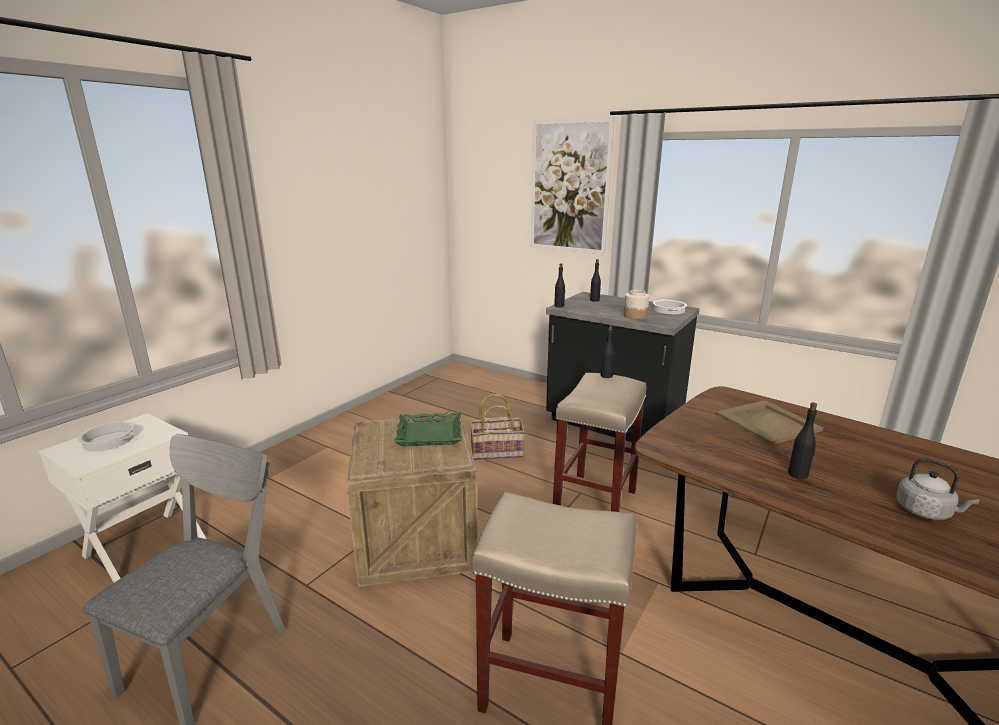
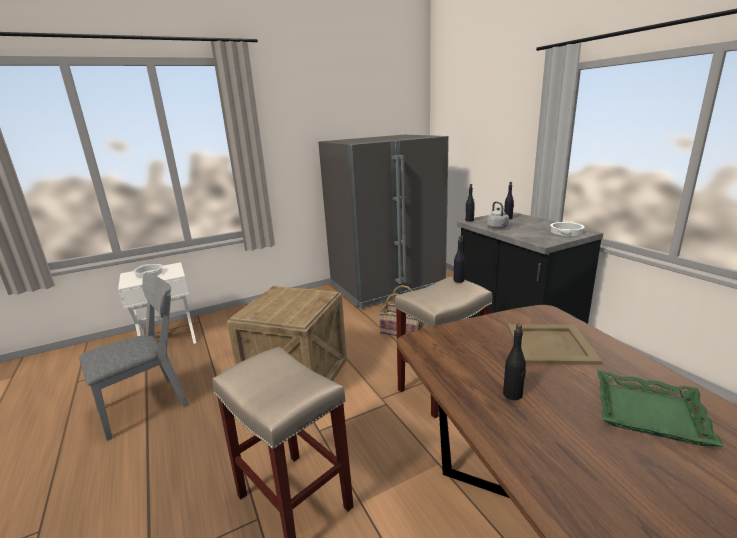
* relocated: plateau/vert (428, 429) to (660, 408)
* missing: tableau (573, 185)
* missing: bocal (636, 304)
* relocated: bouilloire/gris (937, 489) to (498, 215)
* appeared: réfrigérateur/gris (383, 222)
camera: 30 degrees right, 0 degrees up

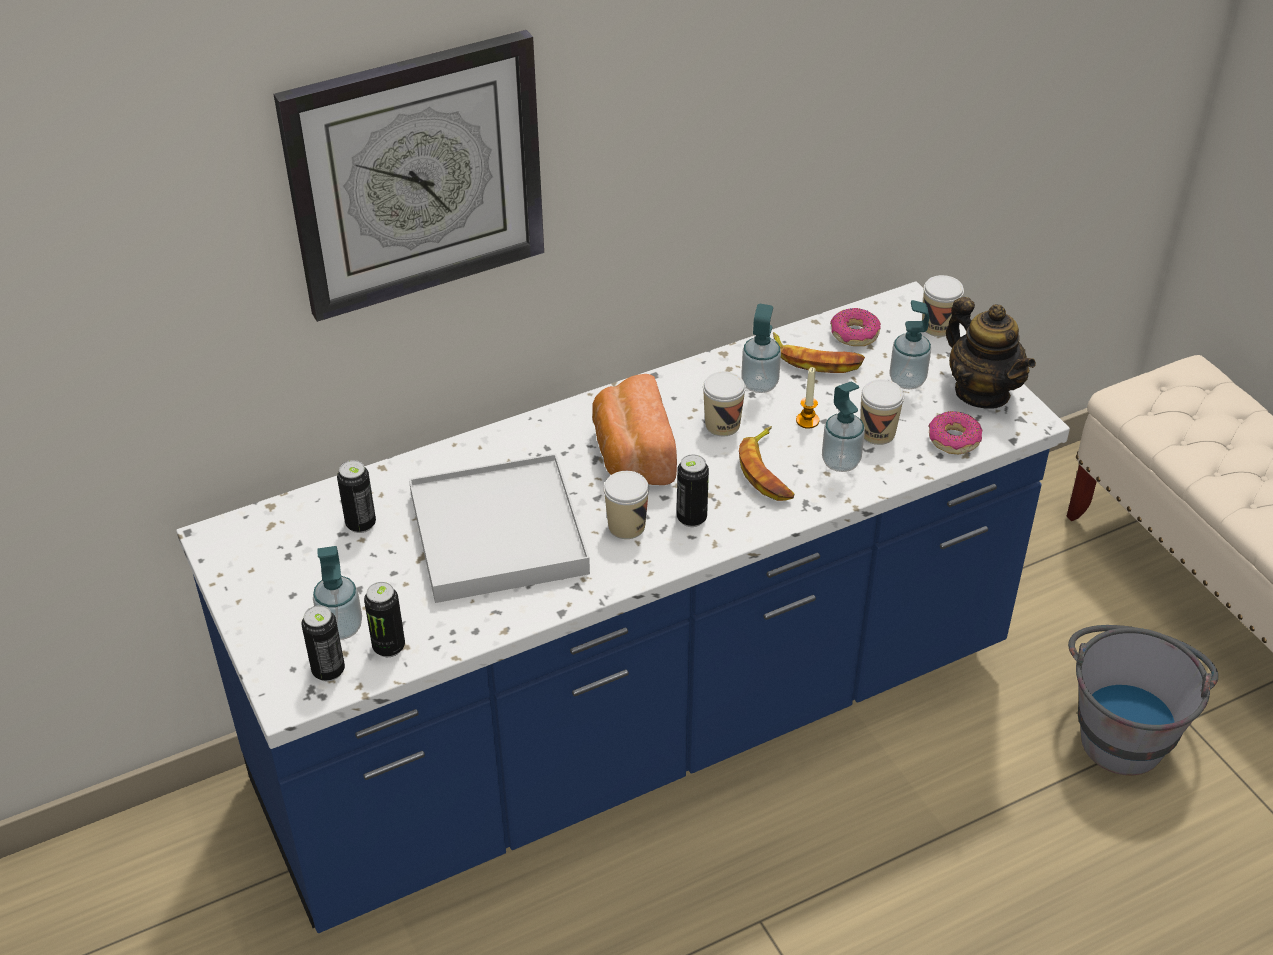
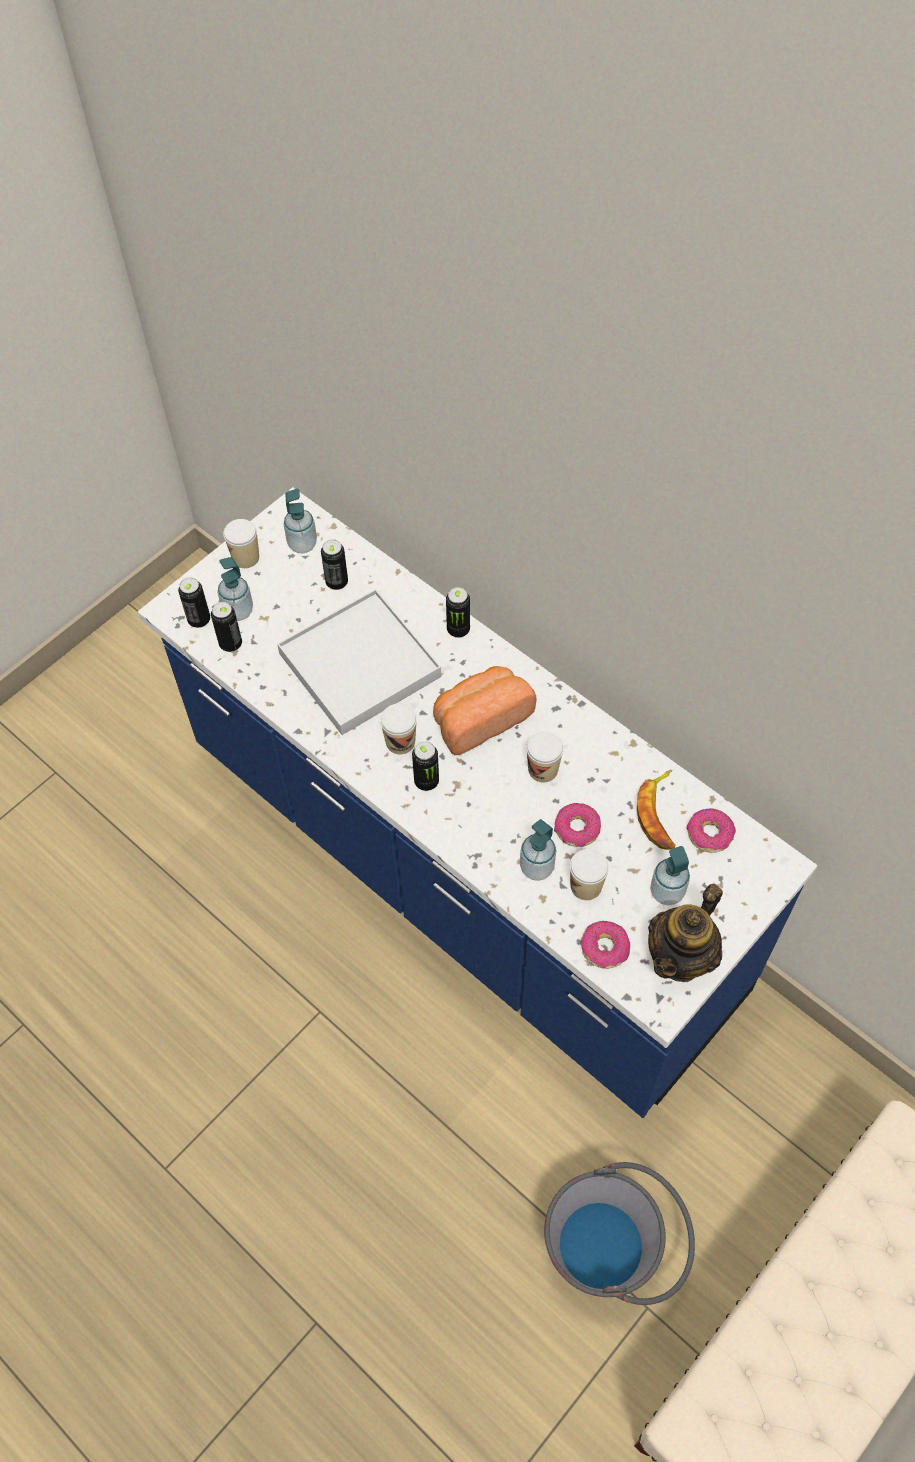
* missing: horloge murale (409, 176)
* missing: banane (766, 463)
* relocated: distributeur de savon (761, 348) to (300, 521)
* exchanged: bougie (807, 398) to beignet (577, 825)
* relocated: tasse (943, 306) to (241, 543)
* appeared: boîte métallique (458, 612)
camera: 70 degrees right, 15 degrees up

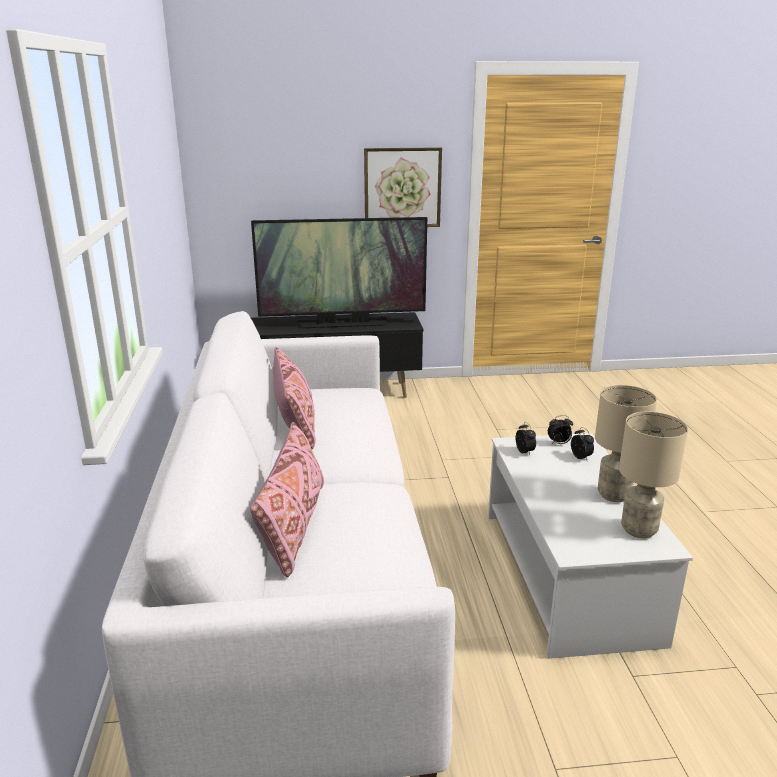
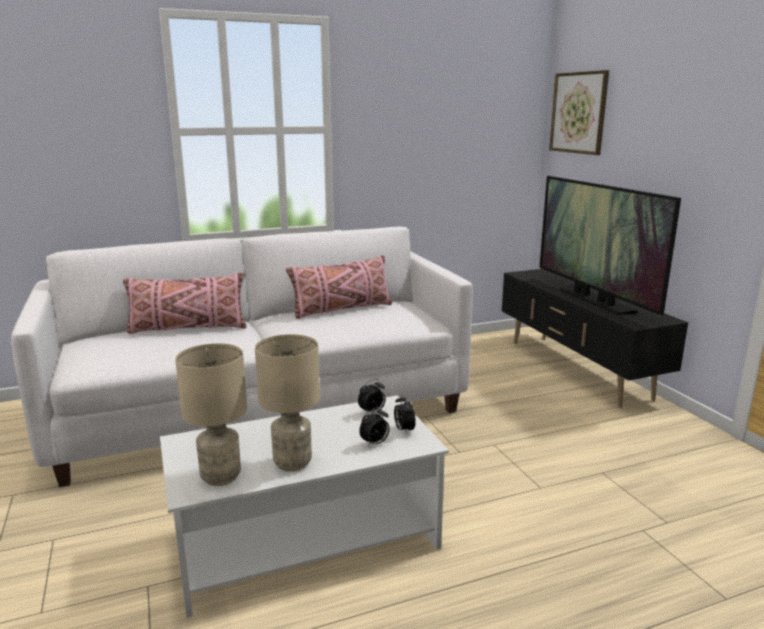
* relocated: tableau (403, 187) to (579, 112)
camera: 75 degrees right, 5 degrees down

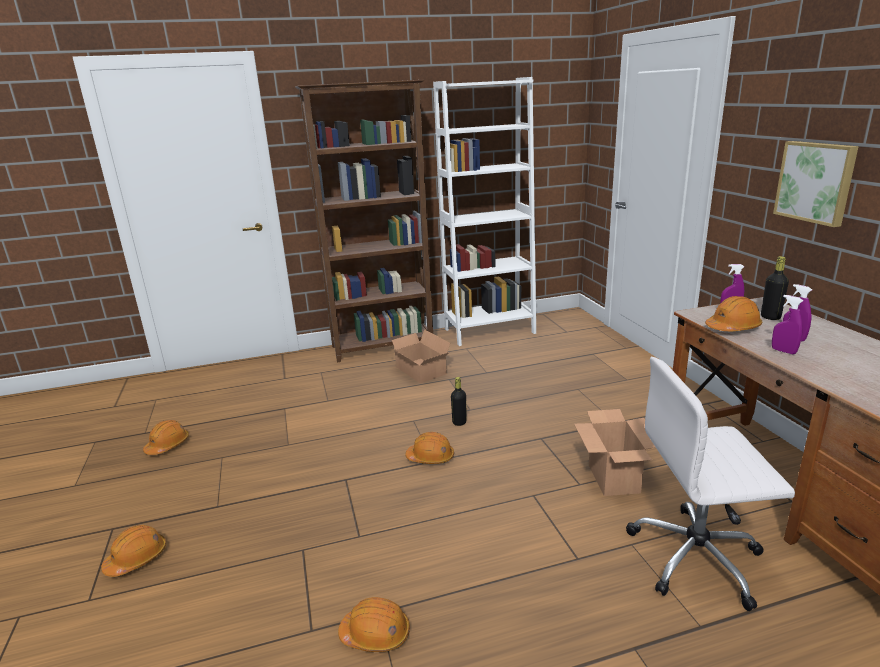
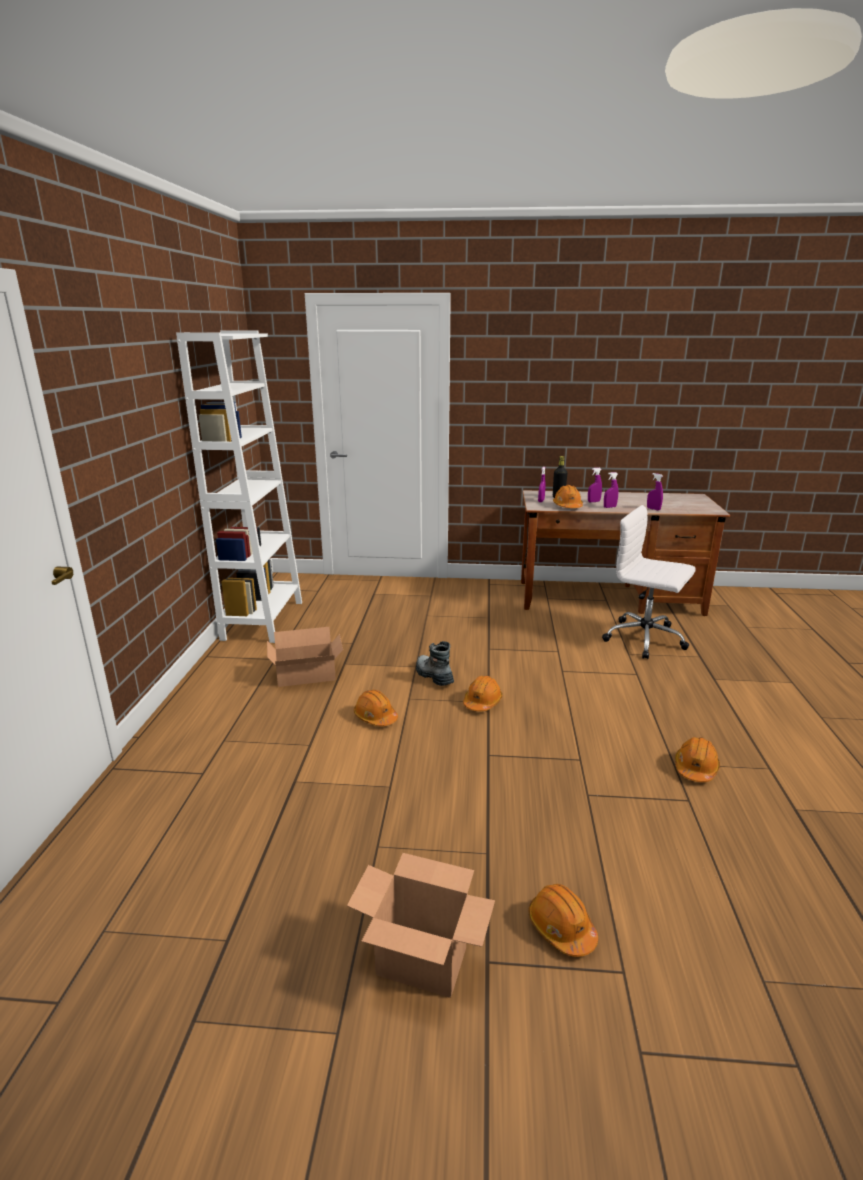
* relocated: casque de chantier/orange (166, 437) to (376, 708)
* missing: bibliothèque/marron (364, 221)
* exchanged: bouteille/noir (459, 401) to botte (435, 663)
* relocated: carton (615, 452) to (421, 925)
* spun: chaise de bureau/blanc (710, 484) = (649, 582) 105 degrees clockwise
* missing: tableau (816, 184)
* appeared: vaporisateur/violet (655, 491)
camera: 70 degrees left, 0 degrees up

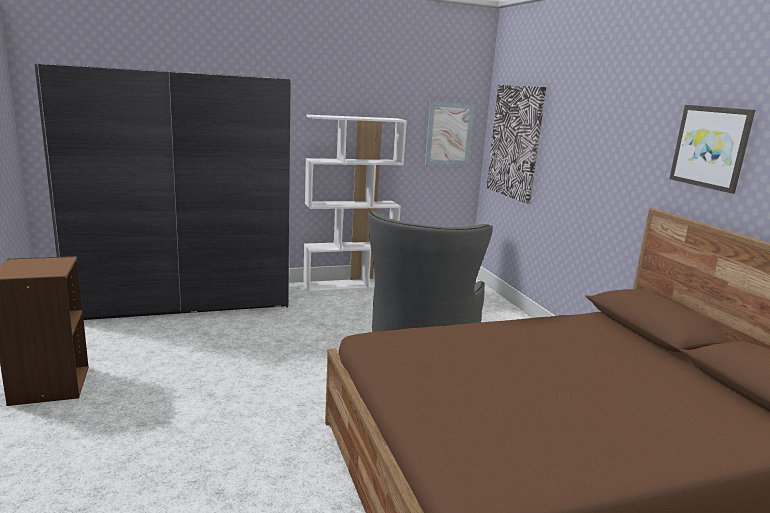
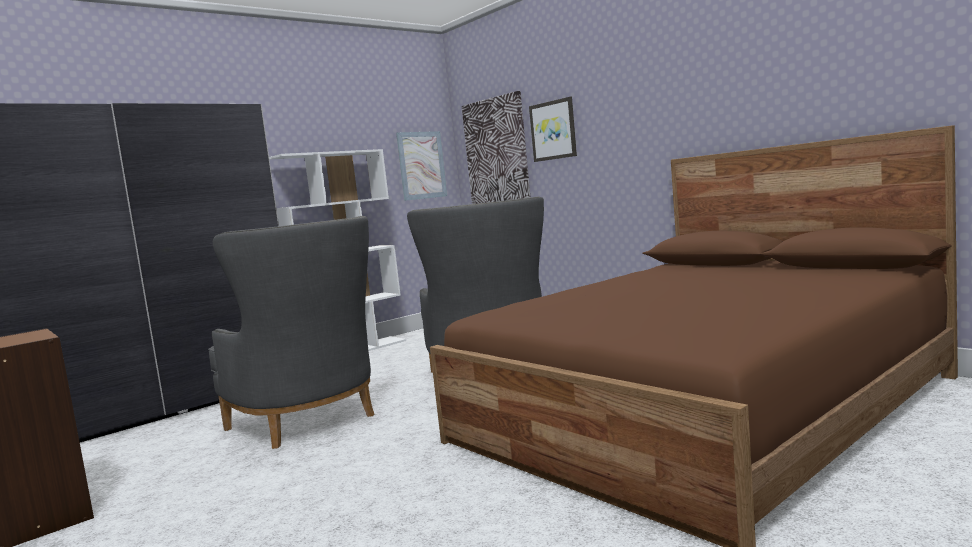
* relocated: tableau (712, 149) to (553, 129)
* appeared: fauteuil/gris (291, 332)
camera: 20 degrees left, 10 degrees down

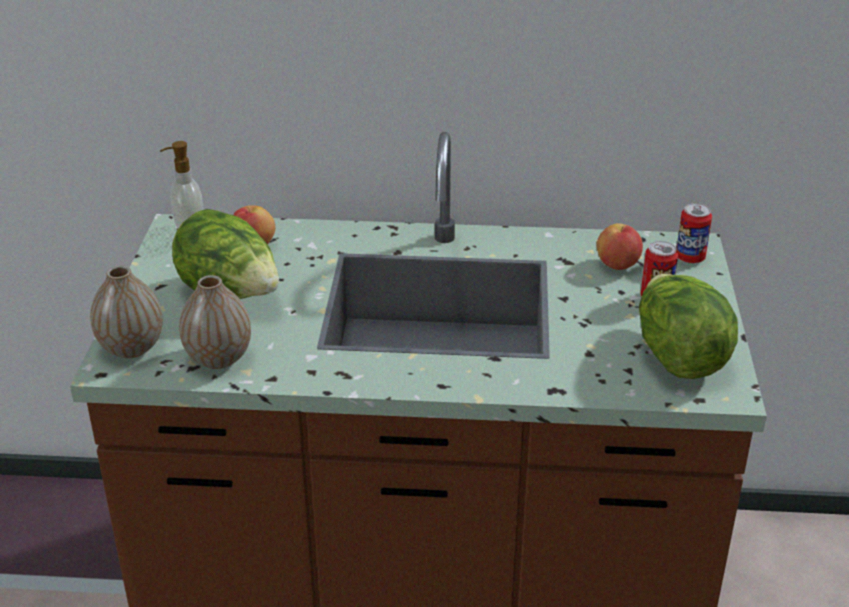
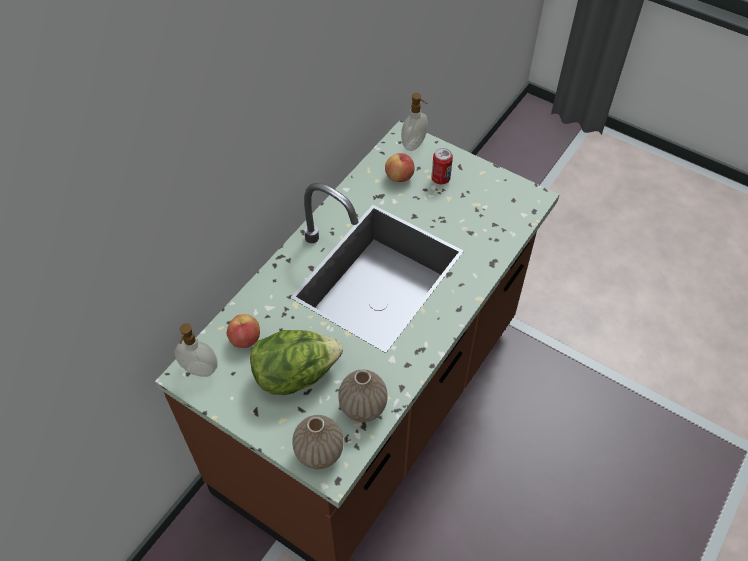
* missing: laitue (688, 326)
* exchanged: boîte métallique (694, 233) to distributeur de savon (414, 122)
camera: 60 degrees left, 20 degrees up

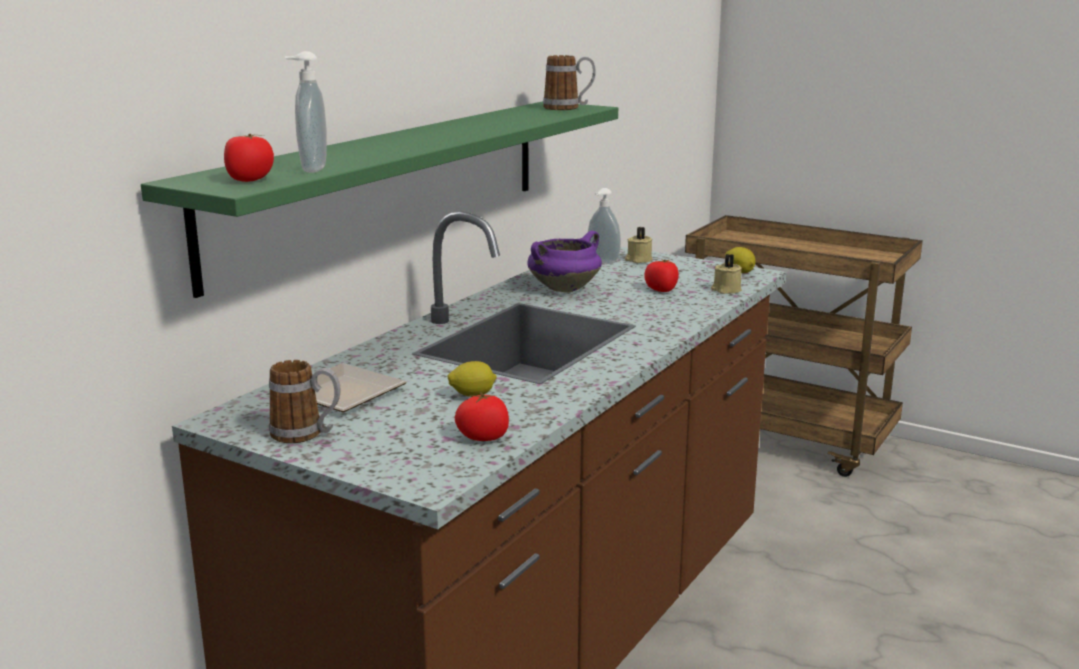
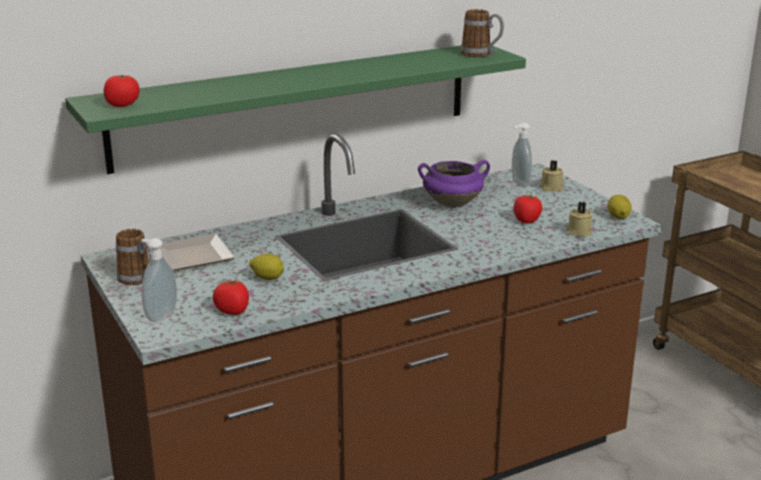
* relocated: distributeur de savon (306, 112) to (159, 280)
camera: 30 degrees right, 5 degrees up

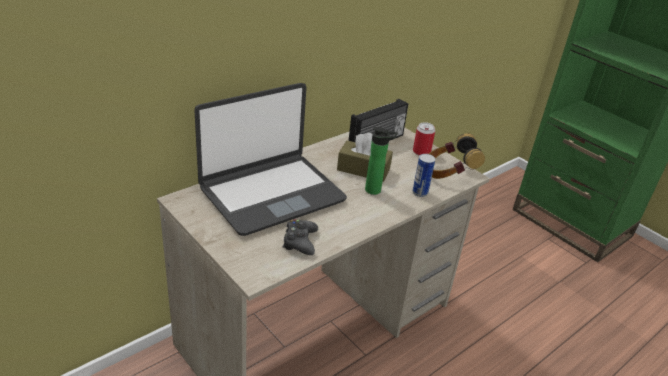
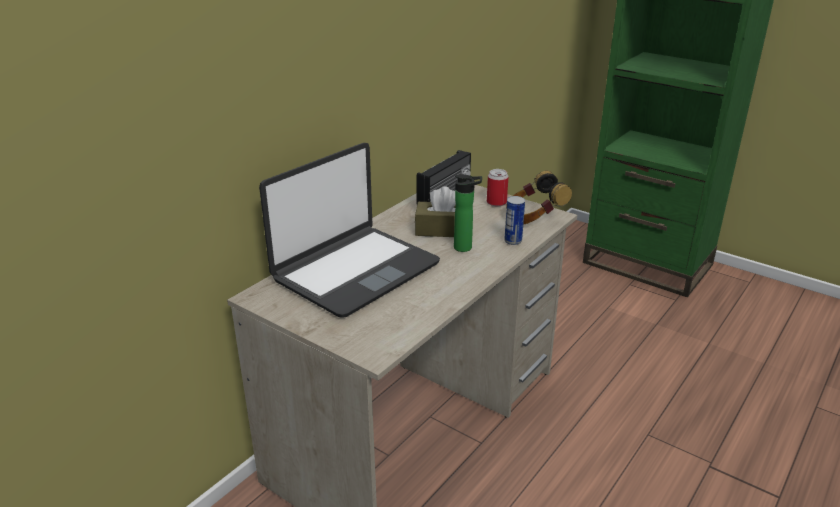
* missing: manette/noir (300, 237)
camera: 10 degrees left, 5 degrees down

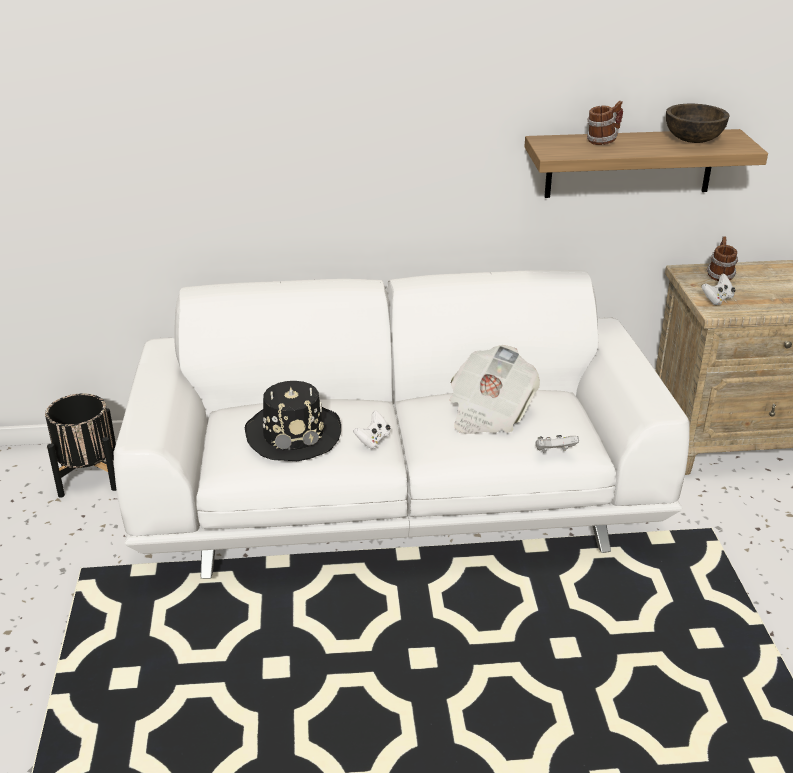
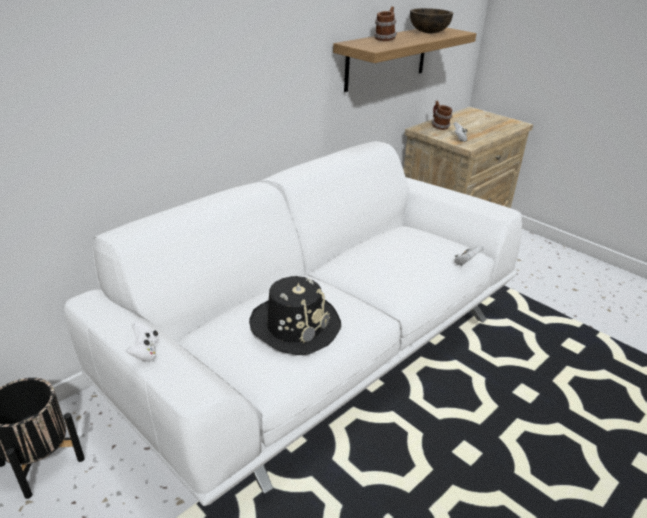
* relocated: manette/blanc (372, 429) to (142, 341)
* missing: journal (495, 389)
camera: 40 degrees left, 0 degrees up

